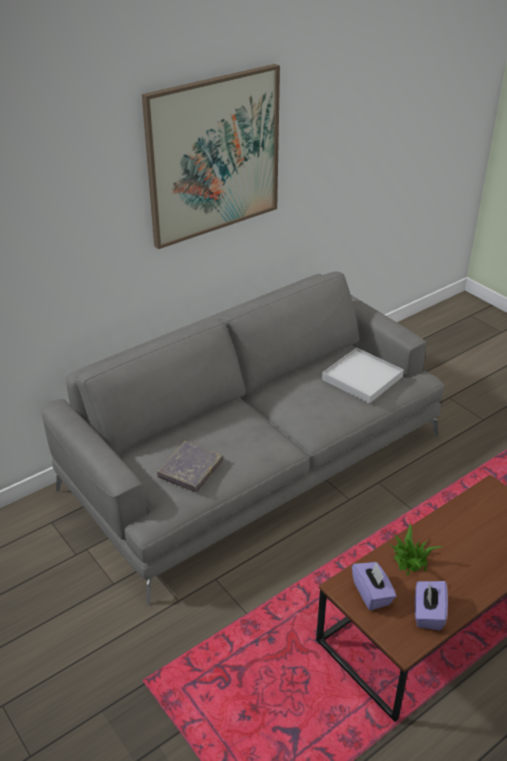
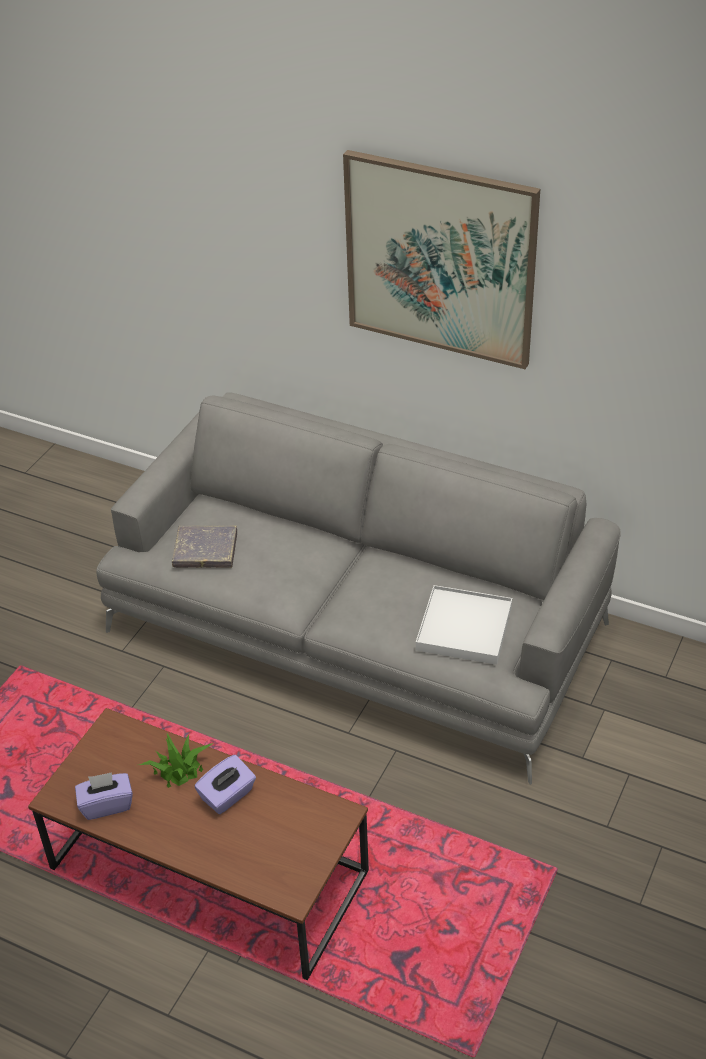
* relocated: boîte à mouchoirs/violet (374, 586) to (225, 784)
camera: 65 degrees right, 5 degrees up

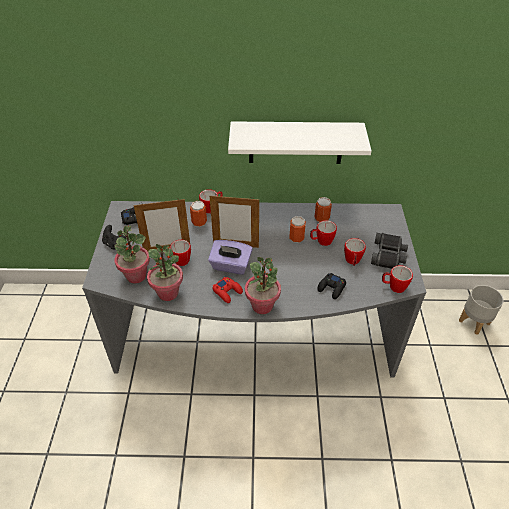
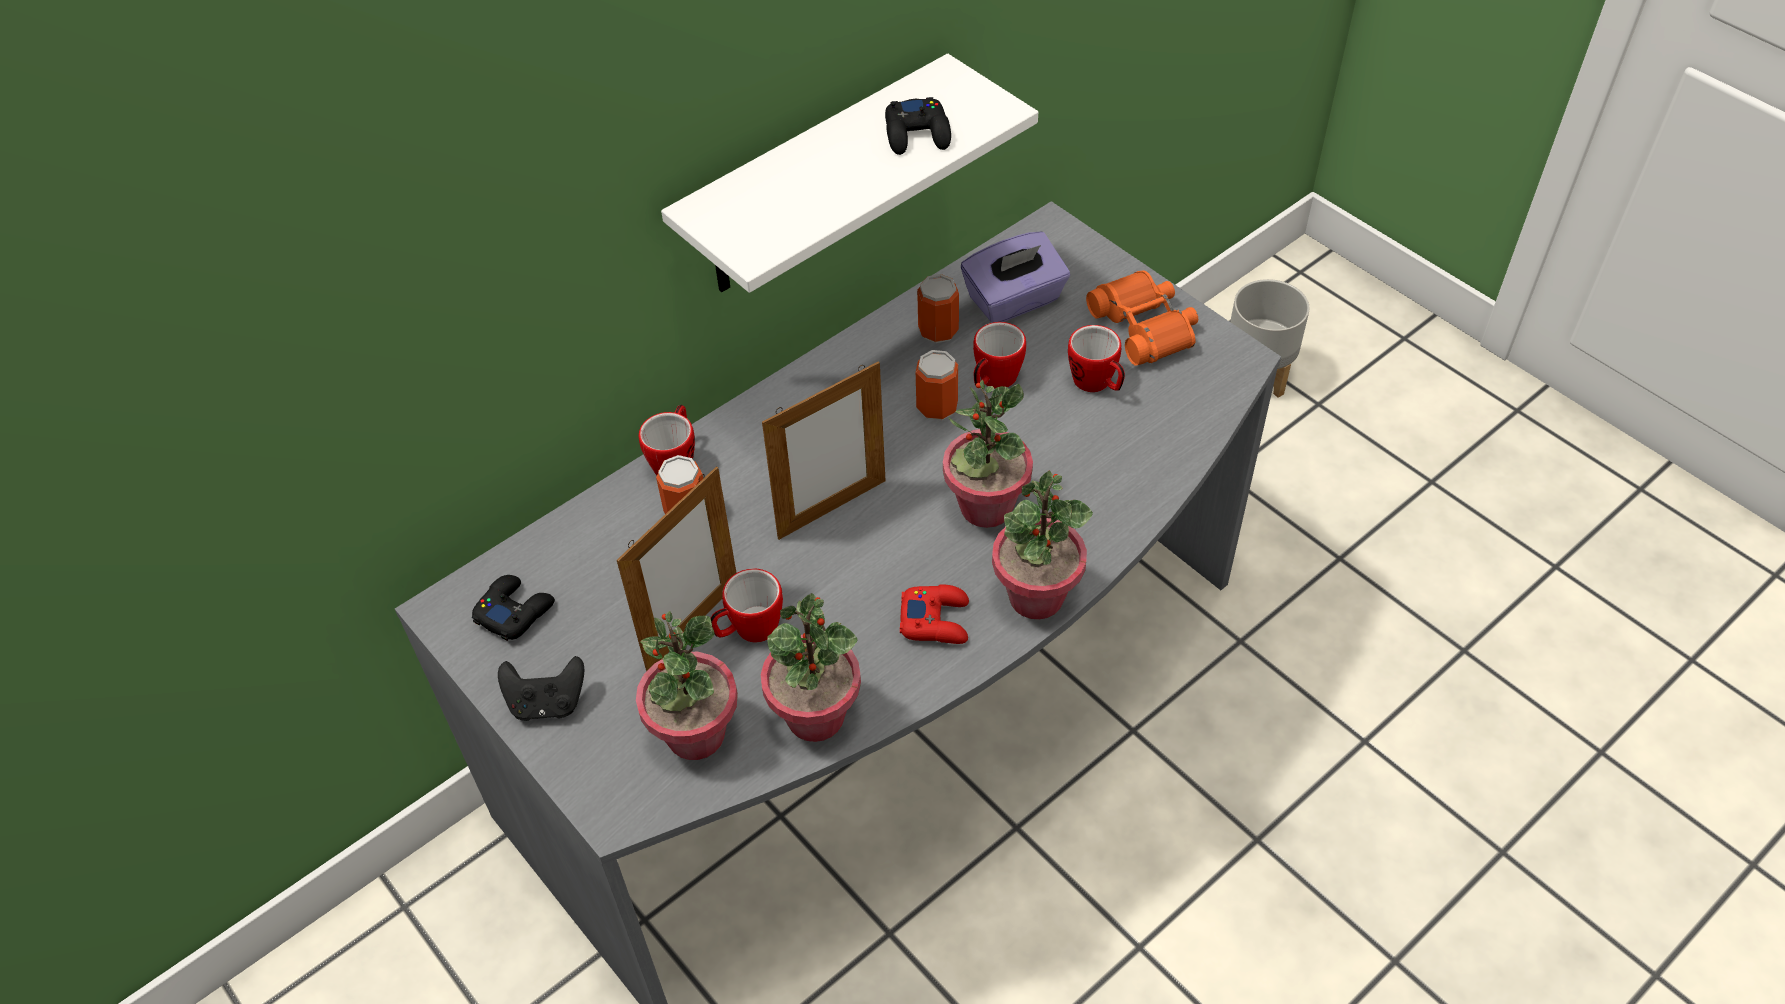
* relocated: boîte à mouchoirs/violet (230, 257) to (1015, 277)
* relocated: manette/noir (331, 286) to (918, 126)
* colour: jumelles/noir (389, 251) to jumelles/orange (1142, 318)
* missing: mug (397, 279)
* appeared: plante en pot (988, 454)
camera: 40 degrees left, 5 degrees up

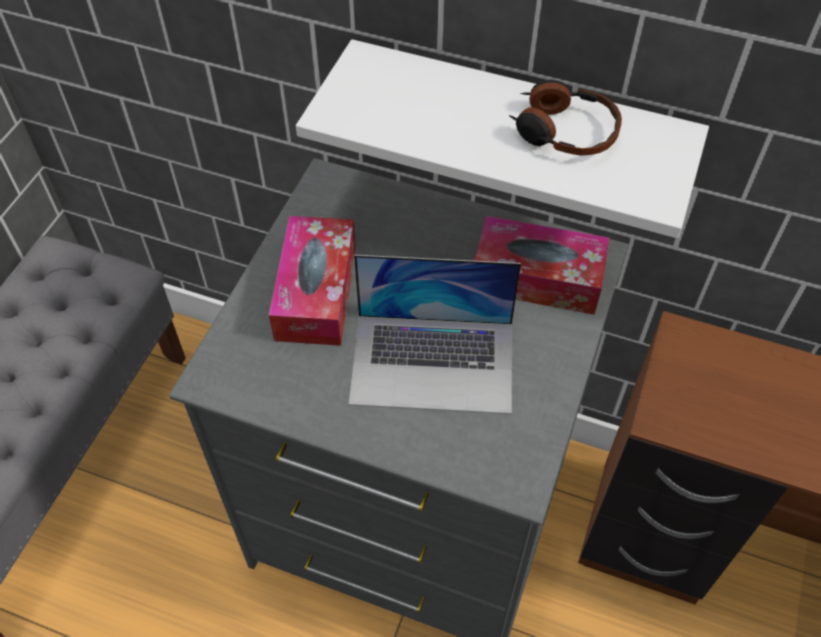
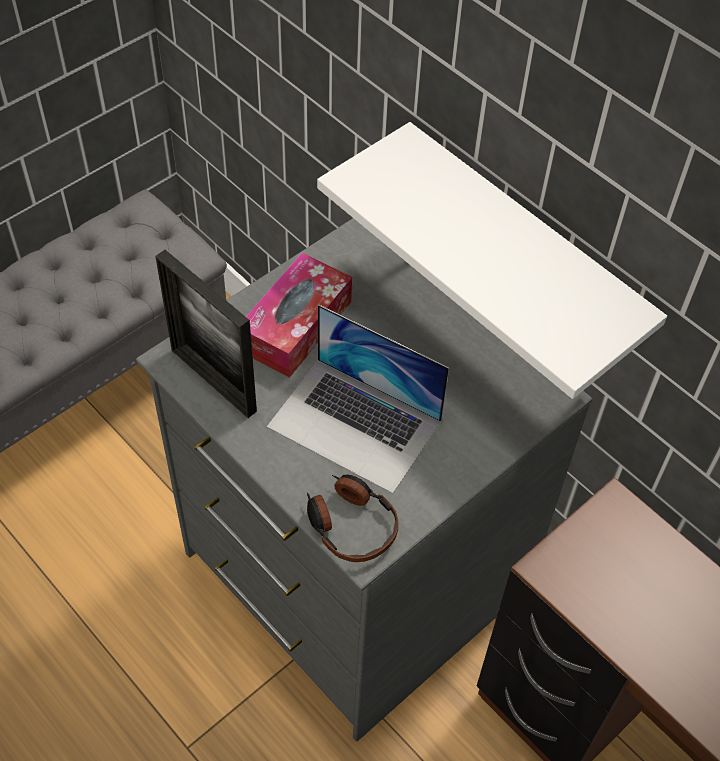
* missing: boîte à mouchoirs (542, 265)
* relocated: casque audio (565, 118) to (353, 518)
* appeared: cadre photo (206, 334)
camera: 25 degrees right, 0 degrees up

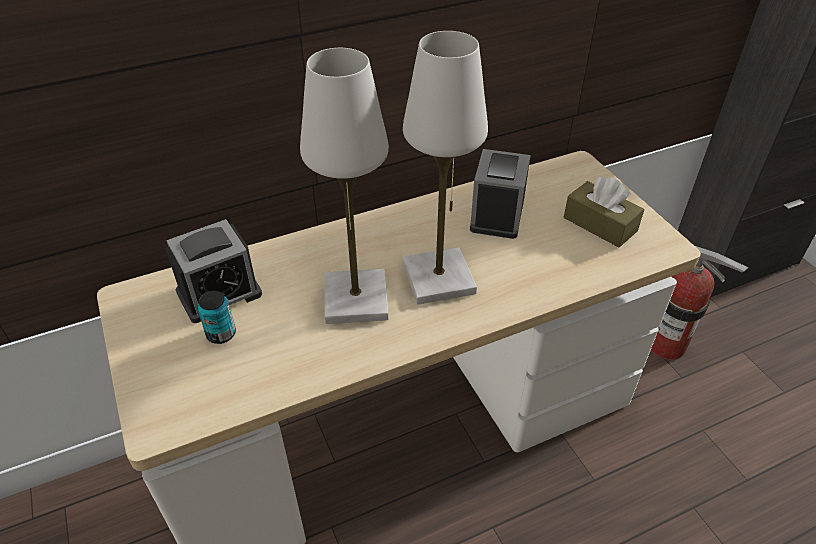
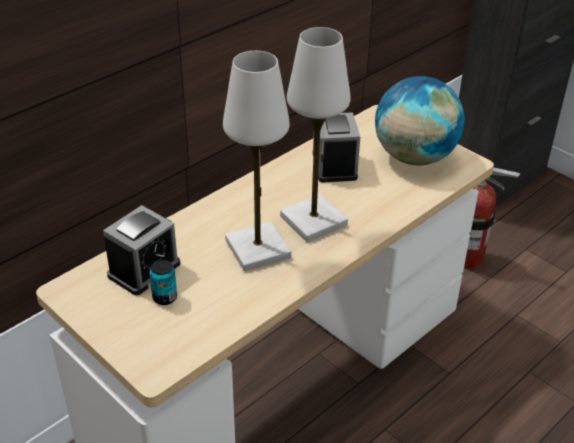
* exchanged: boîte à mouchoirs/marron (604, 212) to globe (420, 120)
camera: 20 degrees left, 5 degrees down

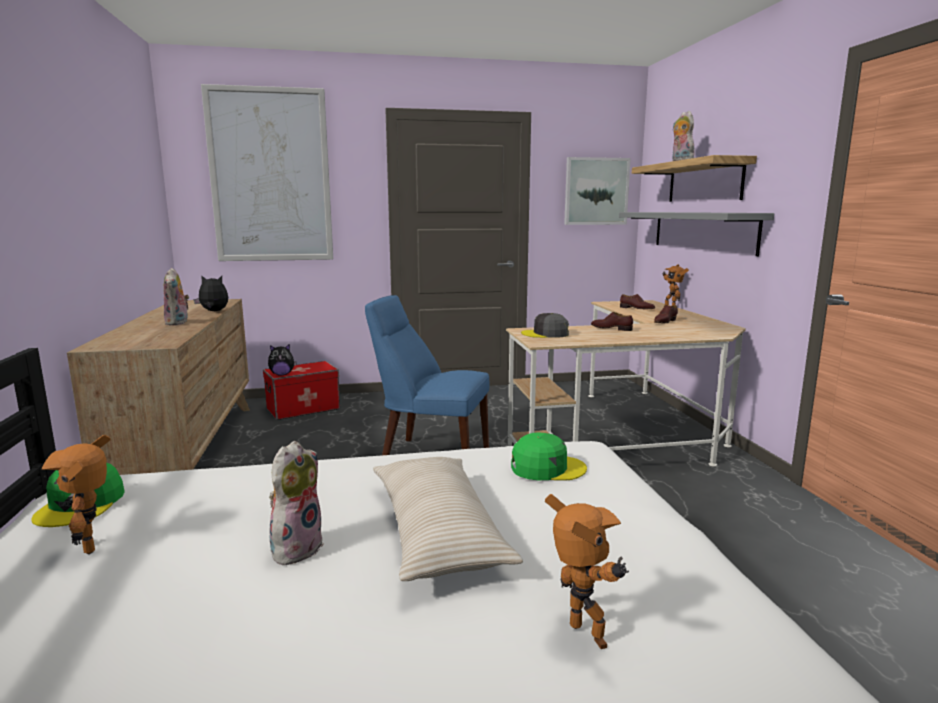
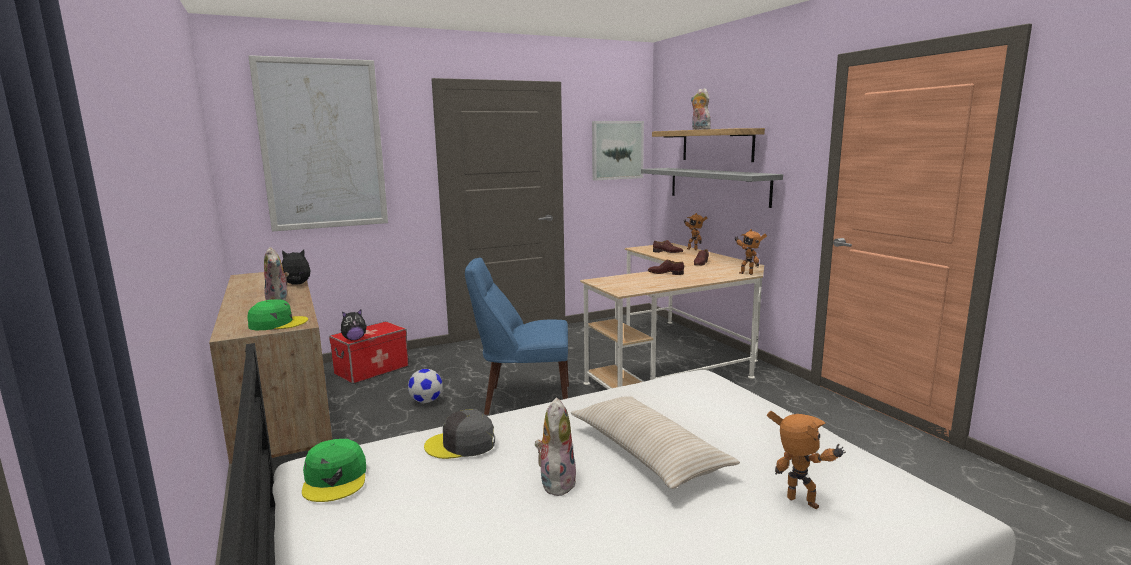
* relocated: robot jouet (76, 494) to (750, 252)
* relocated: casquette/vert (549, 456) to (277, 315)
* relocated: casquette/gris (545, 325) to (459, 434)
* appeared: ballon de foot (425, 386)
camera: 15 degrees left, 0 degrees up

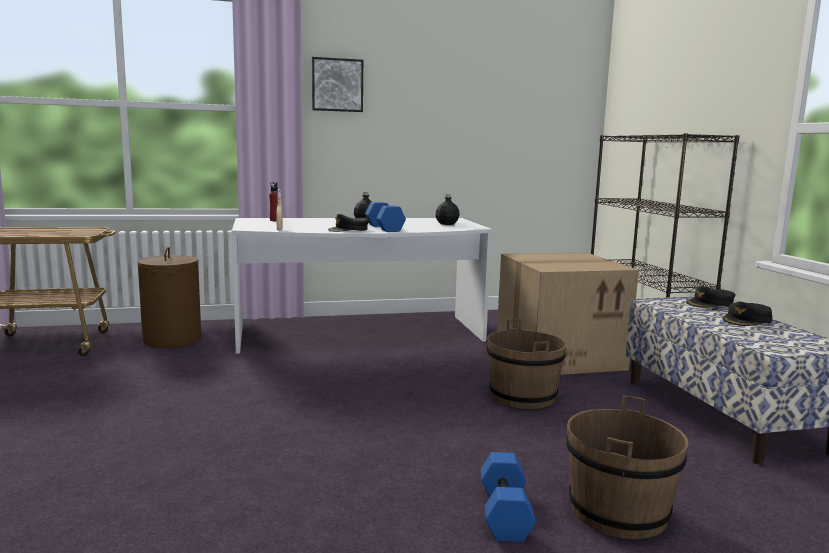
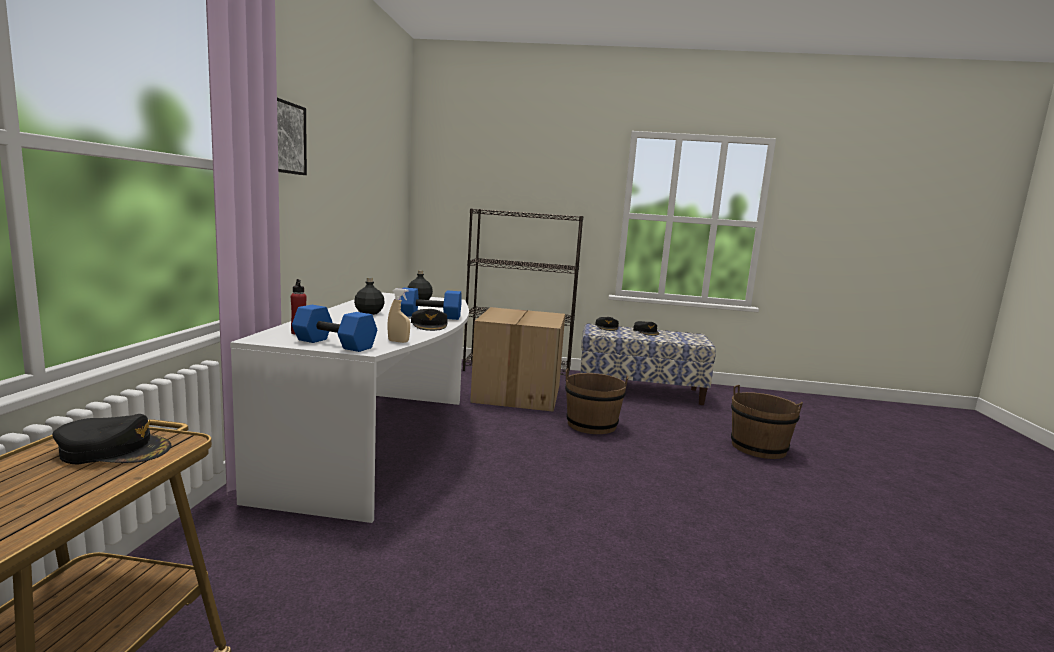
* missing: panier à linge/marron (169, 297)
* relocated: haltère/bleu (508, 497) to (334, 328)
* appeared: casquette/noir (111, 439)
camera: 70 degrees left, 0 degrees up

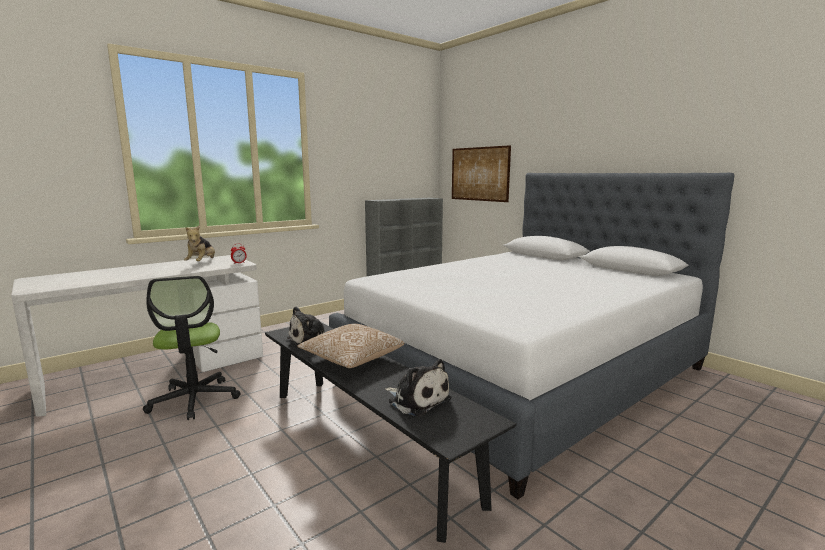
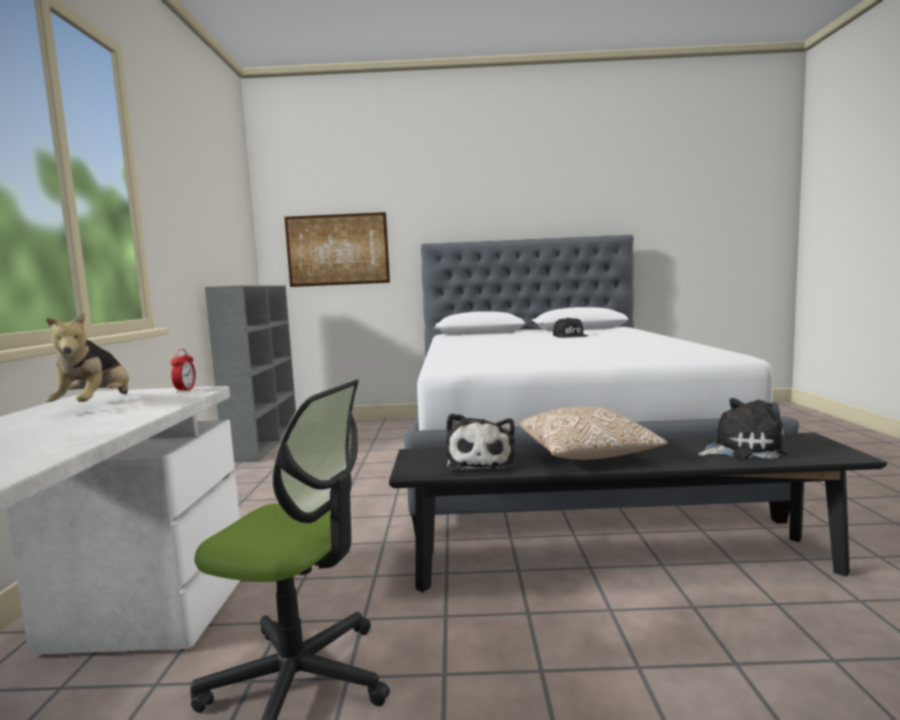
* spun: peluche (199, 243) = (87, 357) 45 degrees clockwise
* appeared: casquette/noir (570, 328)
camera: 50 degrees left, 5 degrees down

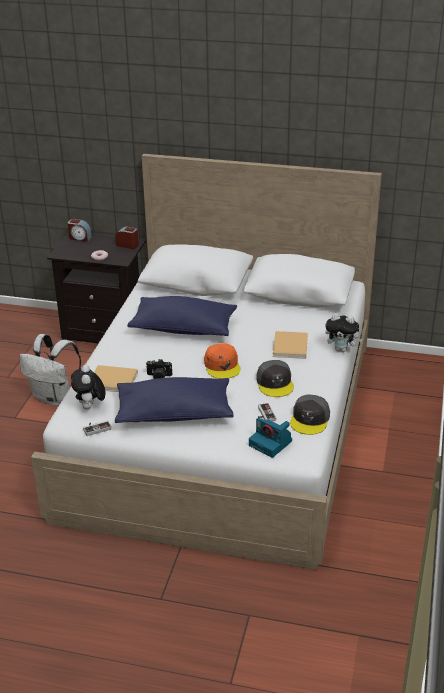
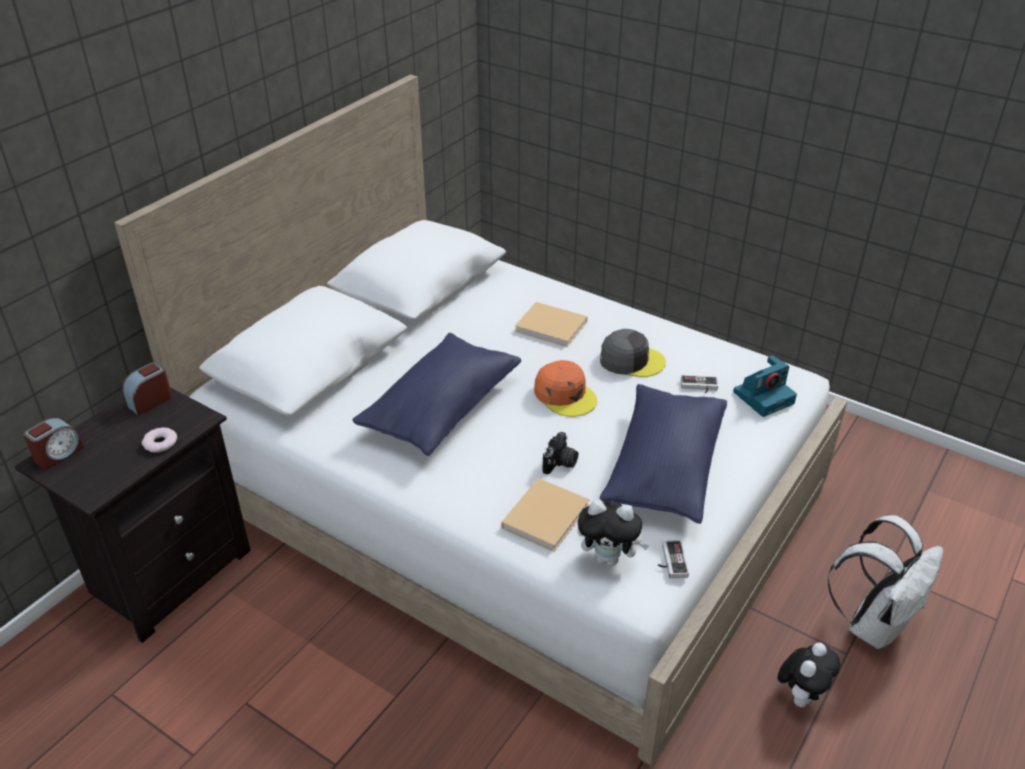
* relocated: sac à dos/blanc (50, 370) to (885, 582)
* spun: casquette/orange (222, 361) = (565, 388) 45 degrees clockwise
* missing: casquette/gris (310, 415)
* relocated: peluche (344, 332) to (808, 675)
camera: 70 degrees left, 5 degrees up

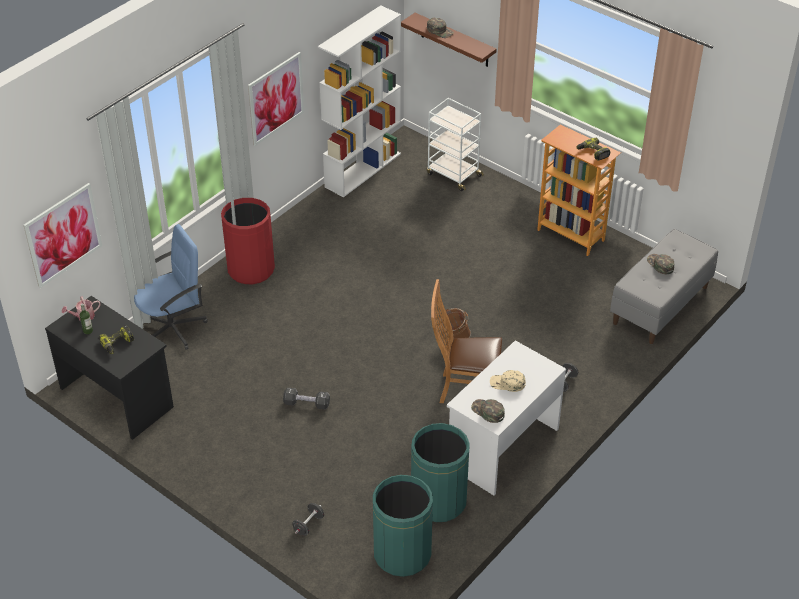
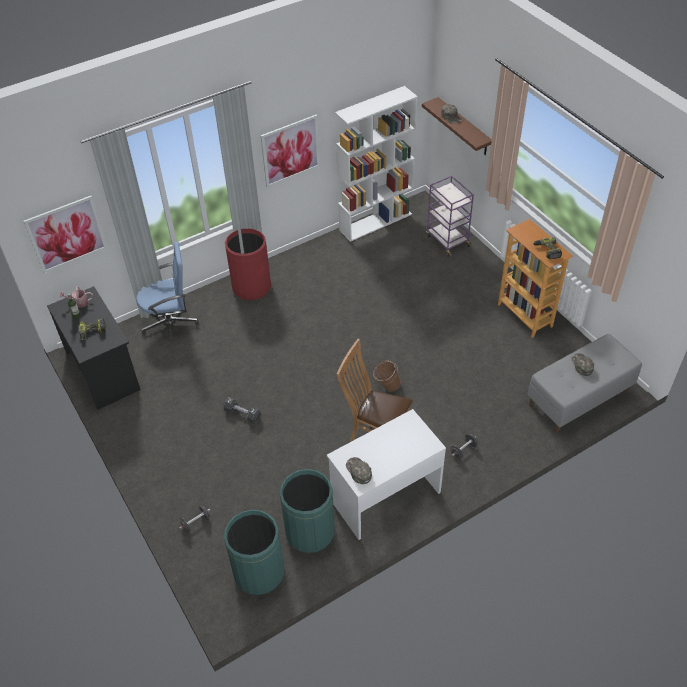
* colour: chariot/blanc (455, 144) to chariot/violet (450, 216)
* missing: casquette/beige (508, 381)
camera: 20 degrees right, 5 degrees up

